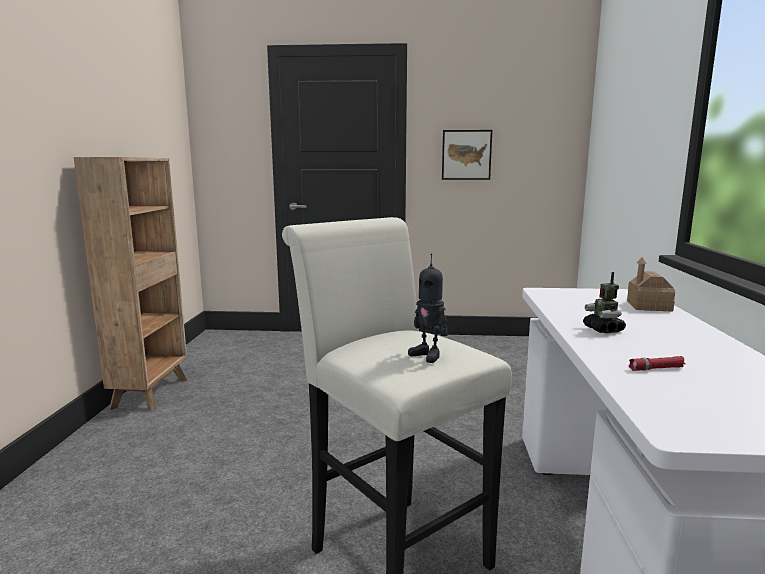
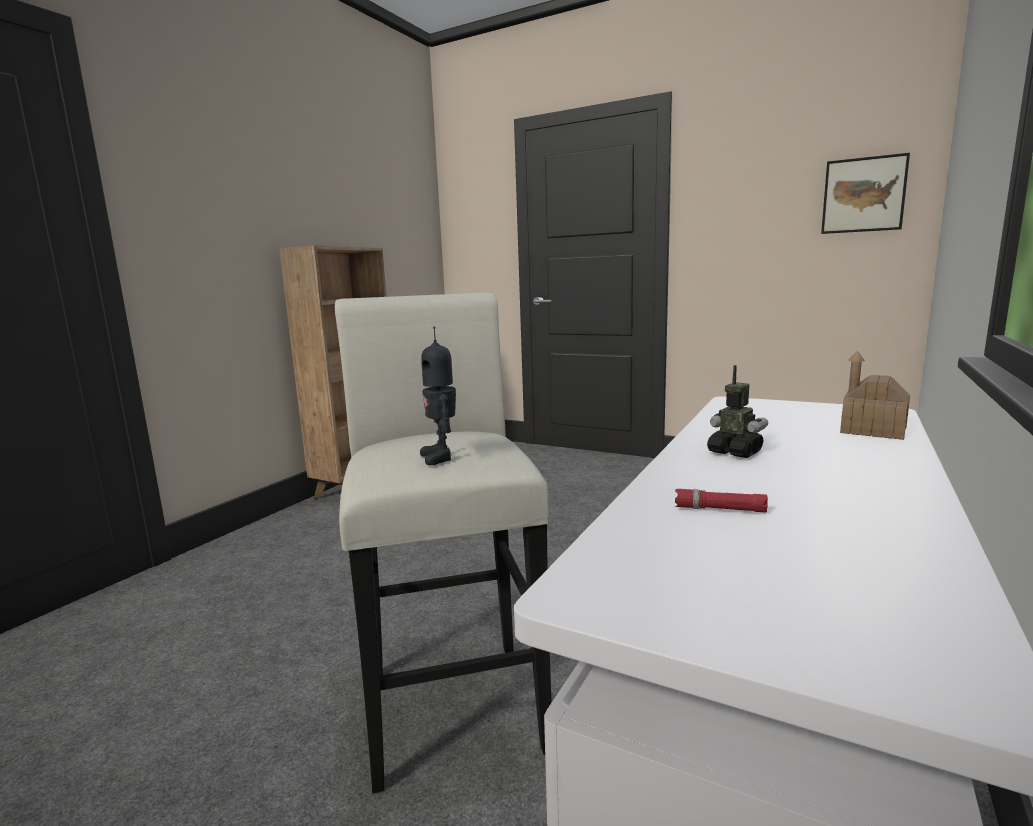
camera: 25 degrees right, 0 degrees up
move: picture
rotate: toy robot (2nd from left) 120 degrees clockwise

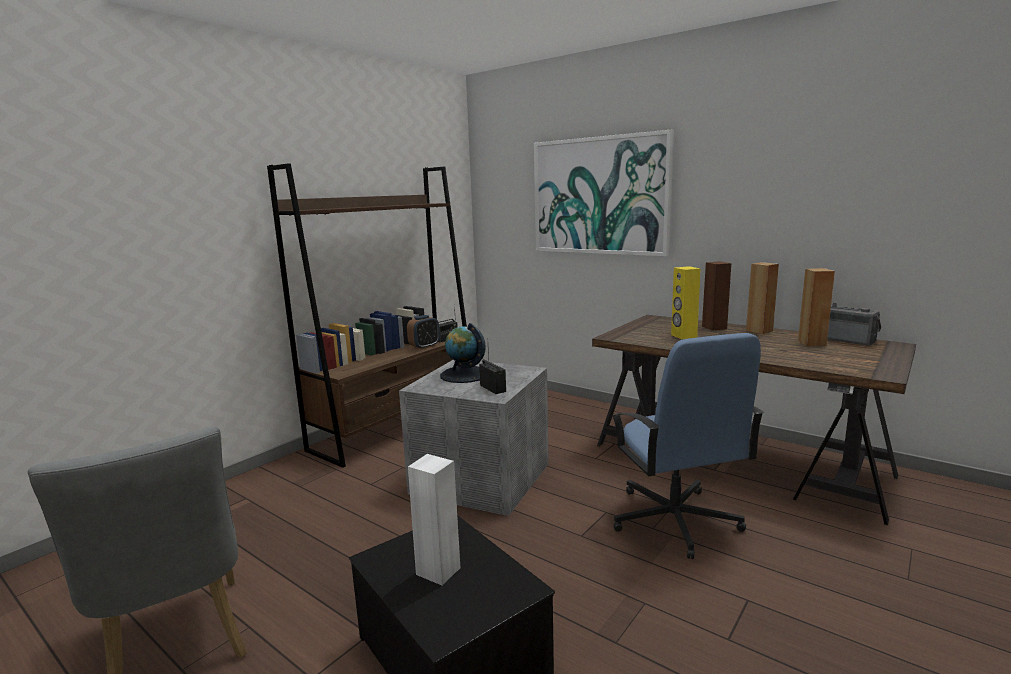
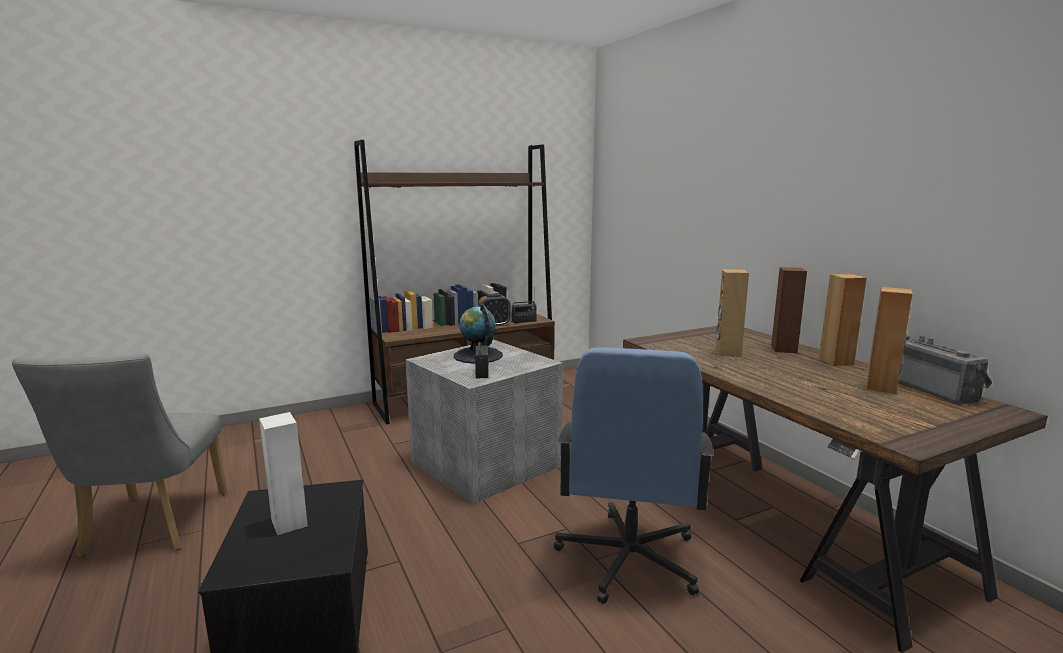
camera: 25 degrees right, 0 degrees up
delete: picture
recolor: yellow speaker to brown speaker (1st from left)

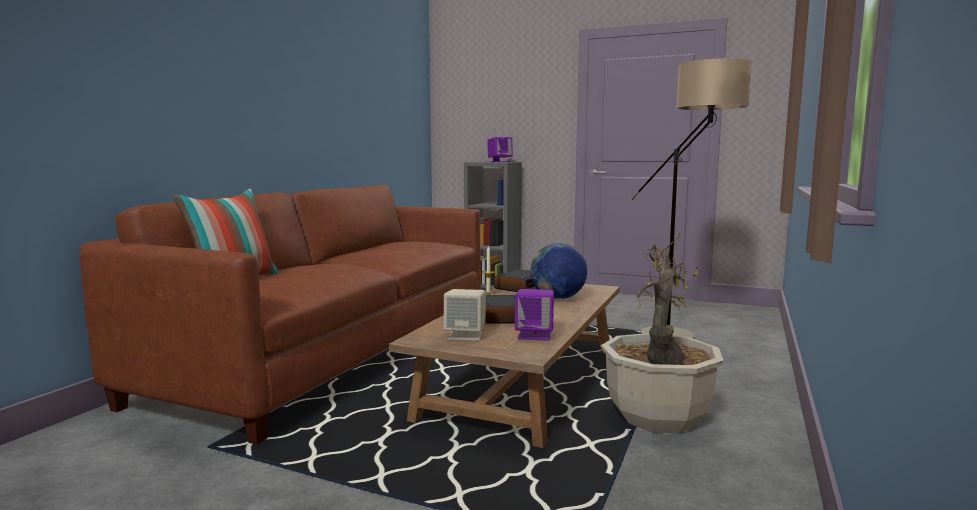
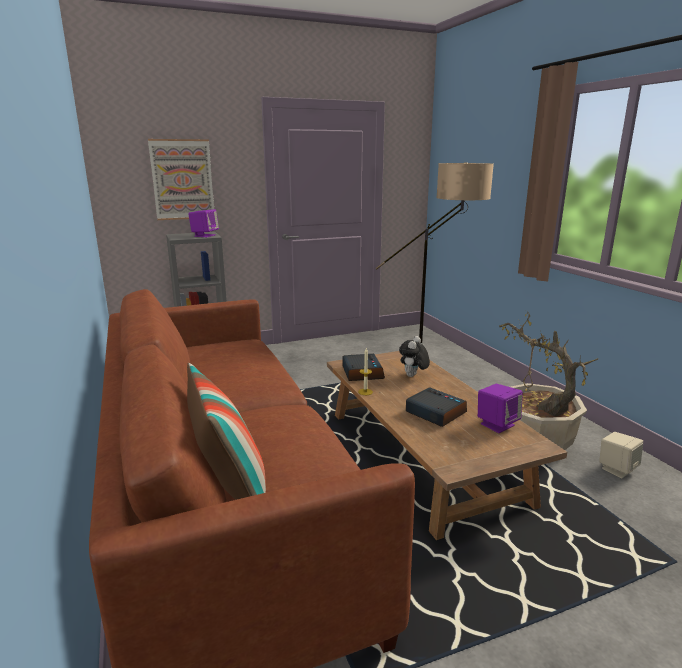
camera: 45 degrees left, 10 degrees up
insert: picture
move: beige speaker
replace: globe to plush toy

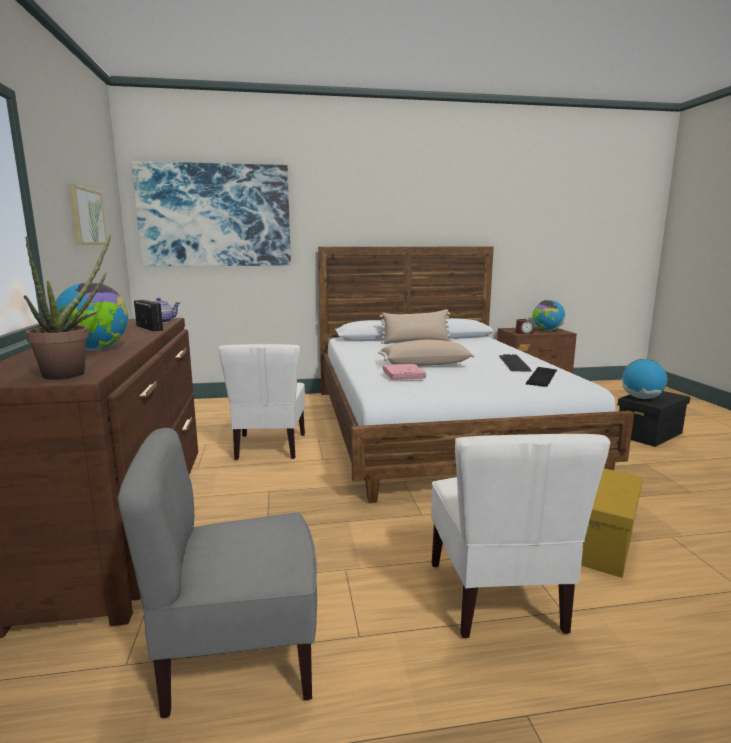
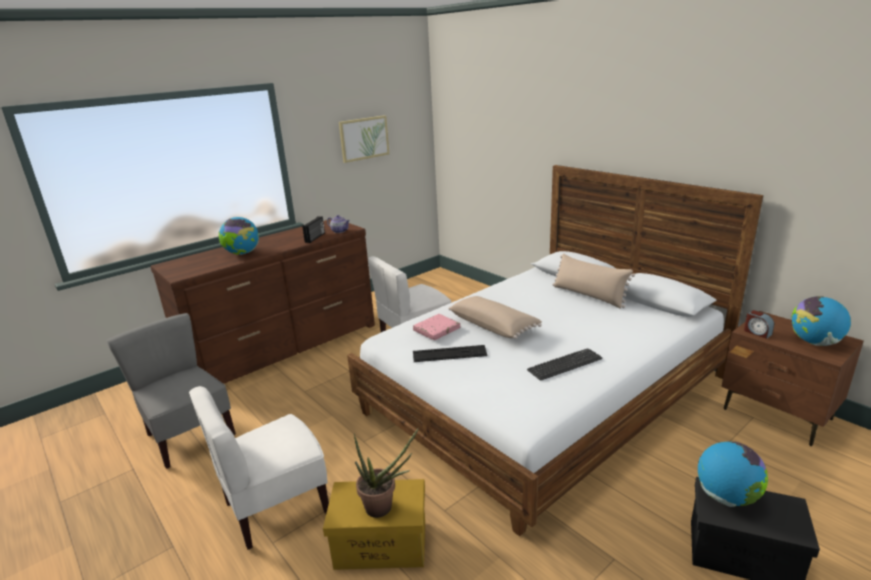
camera: 60 degrees right, 10 degrees up
delete: picture (2nd from left)
move: potted plant; keyboard (2nd from left in the first image) to keyboard (1st from left)

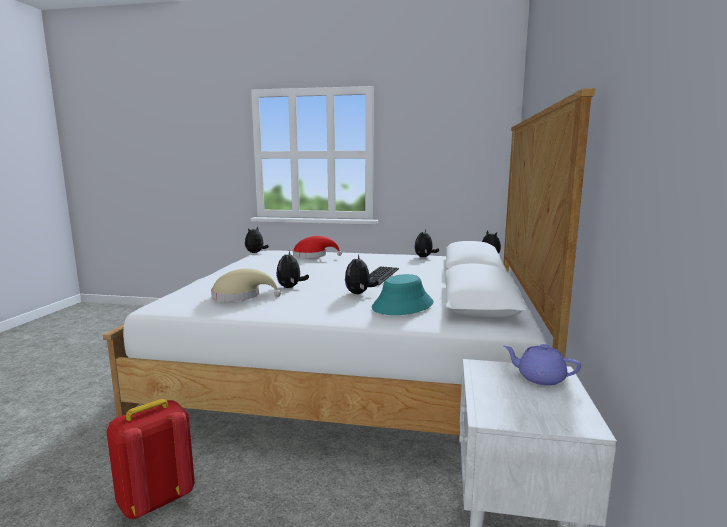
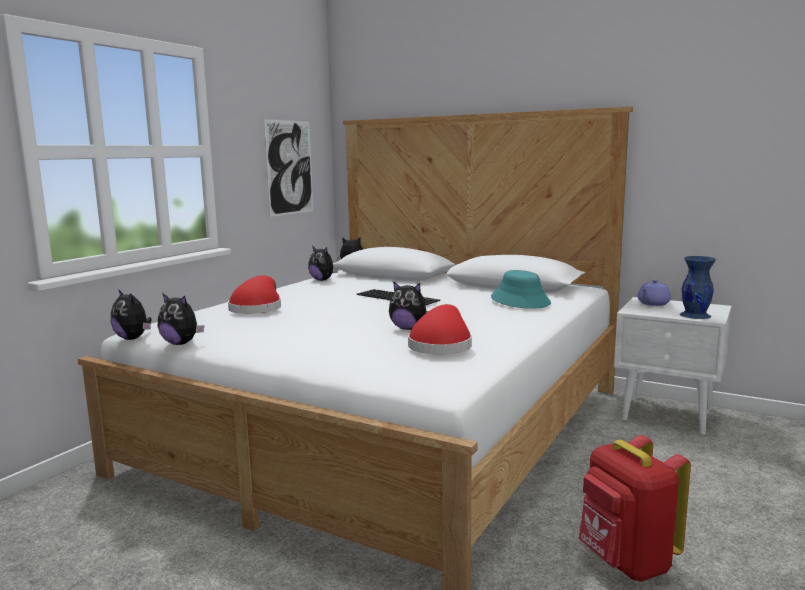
camera: 70 degrees left, 0 degrees up
insert: picture; blue vase
move: plush toy (3rd from left in the first image) to plush toy (2nd from left)
recolor: beige hat to red hat (2nd from left)

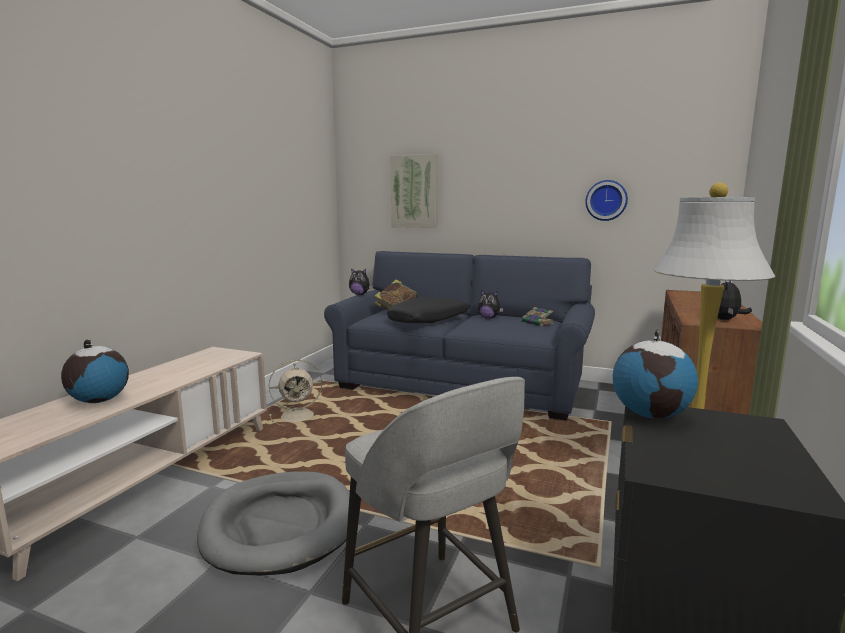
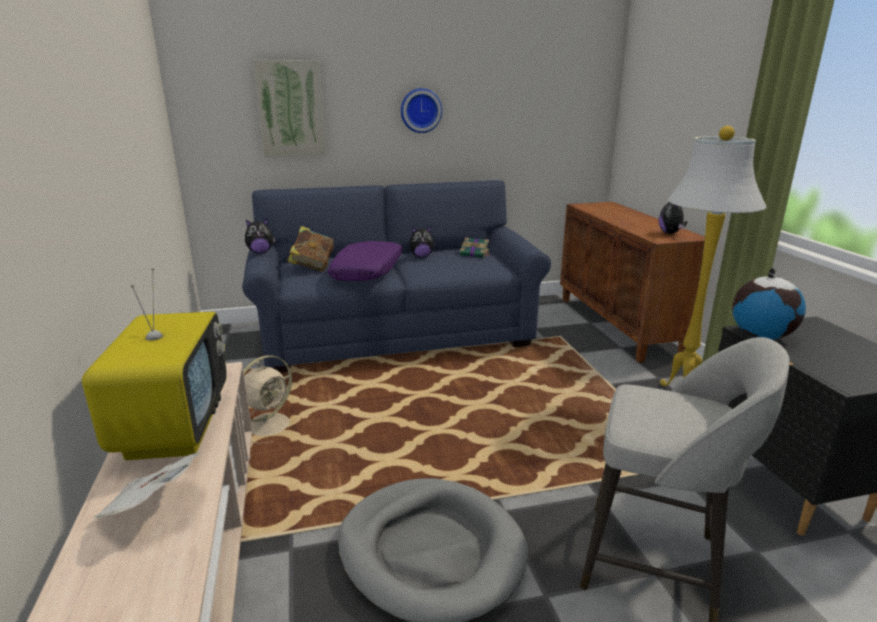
camera: 35 degrees left, 10 degrees up
insert: television
move: wall clock
replace: globe (1st from left) to newspaper
recolor: black pillow to purple pillow

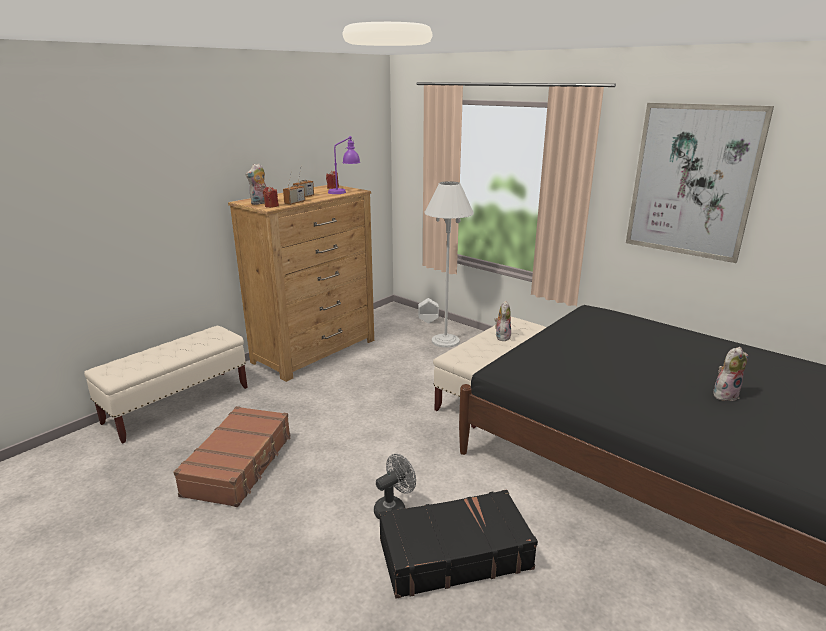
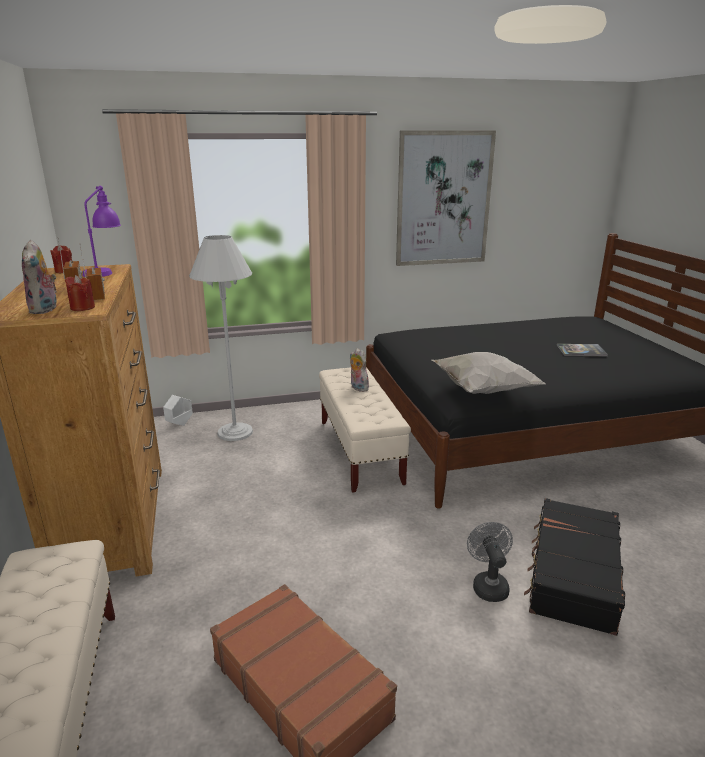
camera: 55 degrees left, 0 degrees up
insert: white pillow
replace: plush toy (3rd from left) to book

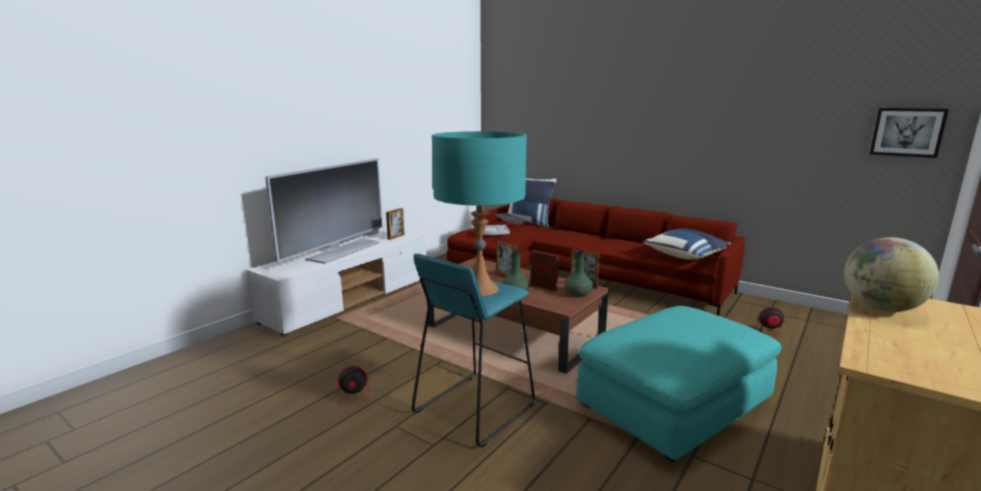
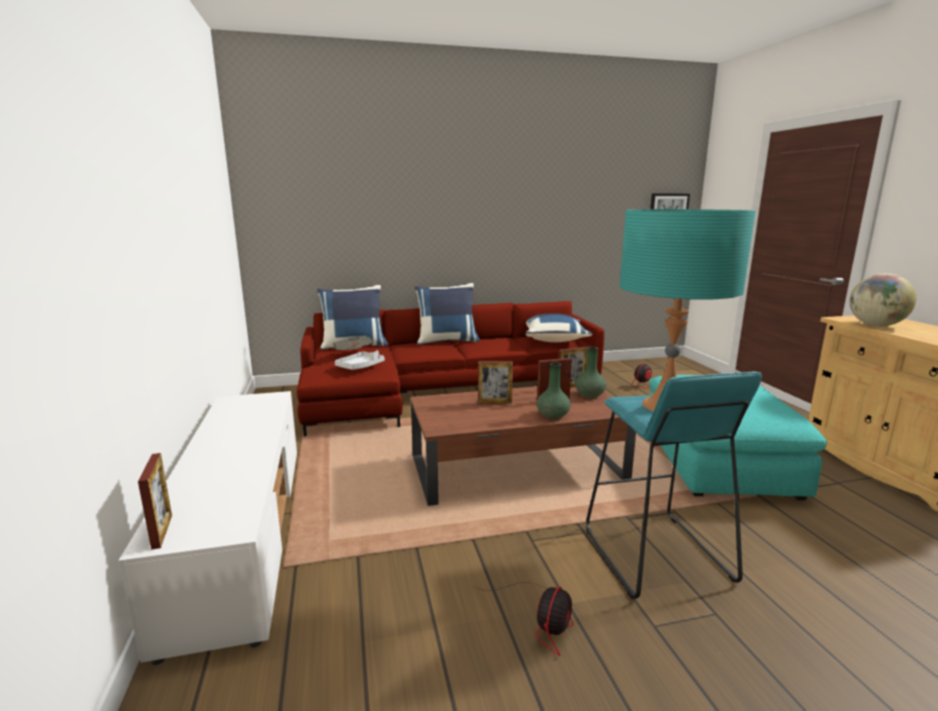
camera: 50 degrees left, 0 degrees up
delete: television
insert: blue pillow (2nd from left)
move: picture frame (1st from left)

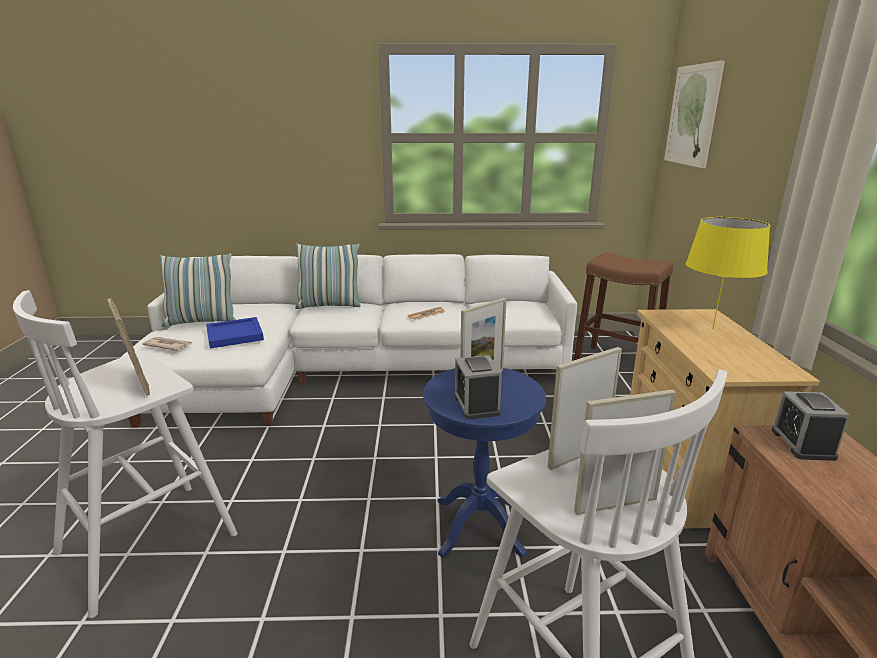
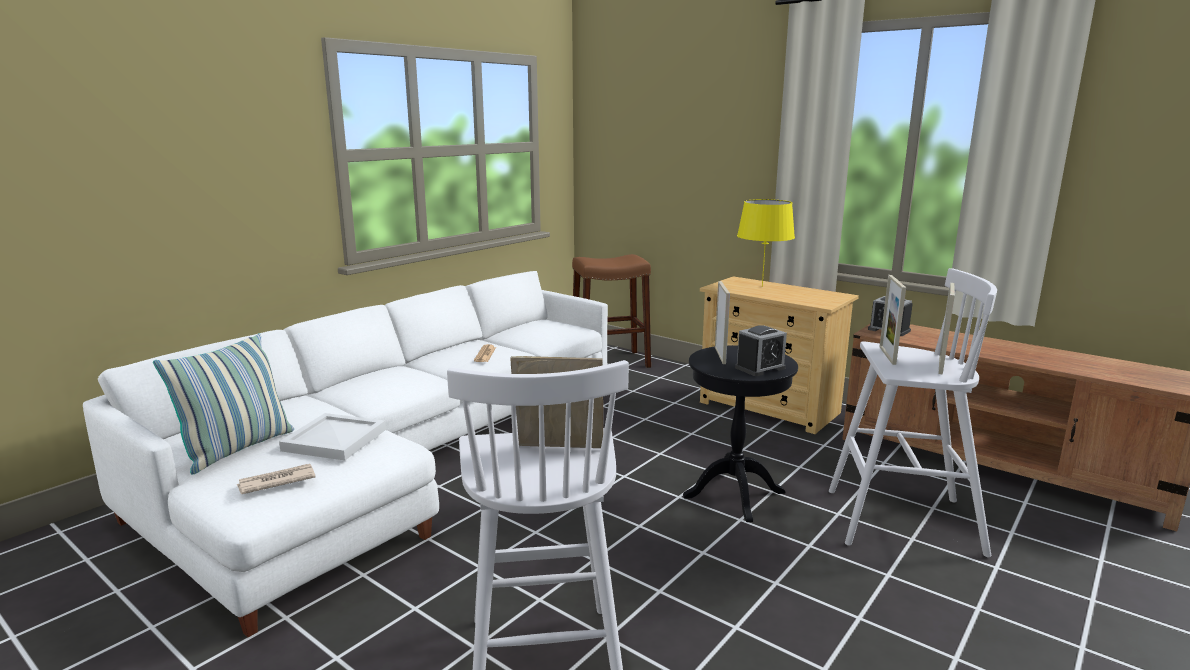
camera: 50 degrees left, 5 degrees down
delete: pillow (2nd from left); picture
recolor: blue tray to white tray; blue side table to black side table
rotate: alarm clock (1st from left) 60 degrees counterclockwise

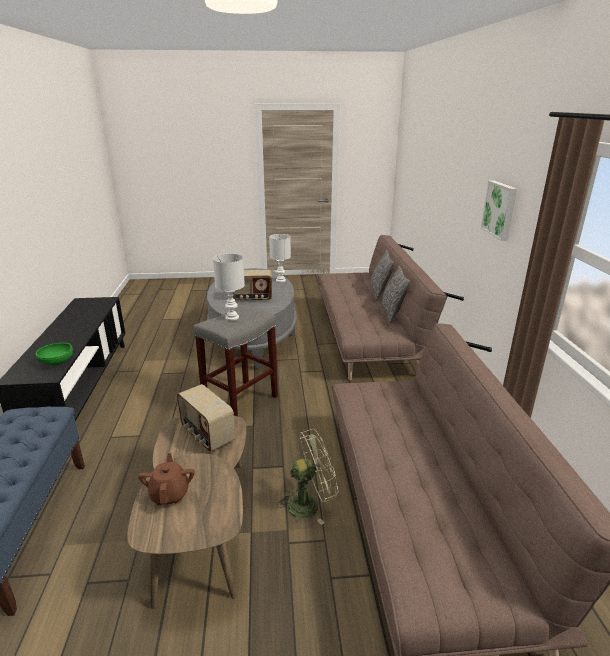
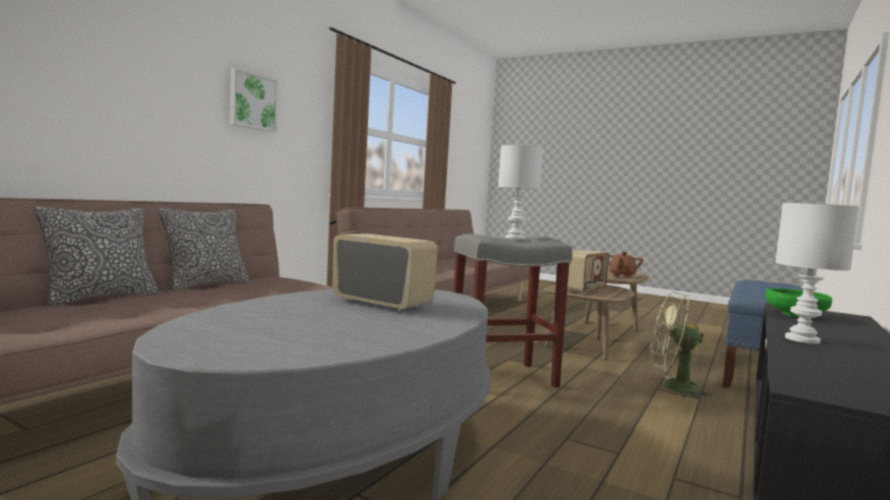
camera: 145 degrees left, 20 degrees down
move: white table lamp (2nd from left); green fan
rotate: radio (1st from left in the first image) 45 degrees clockwise

